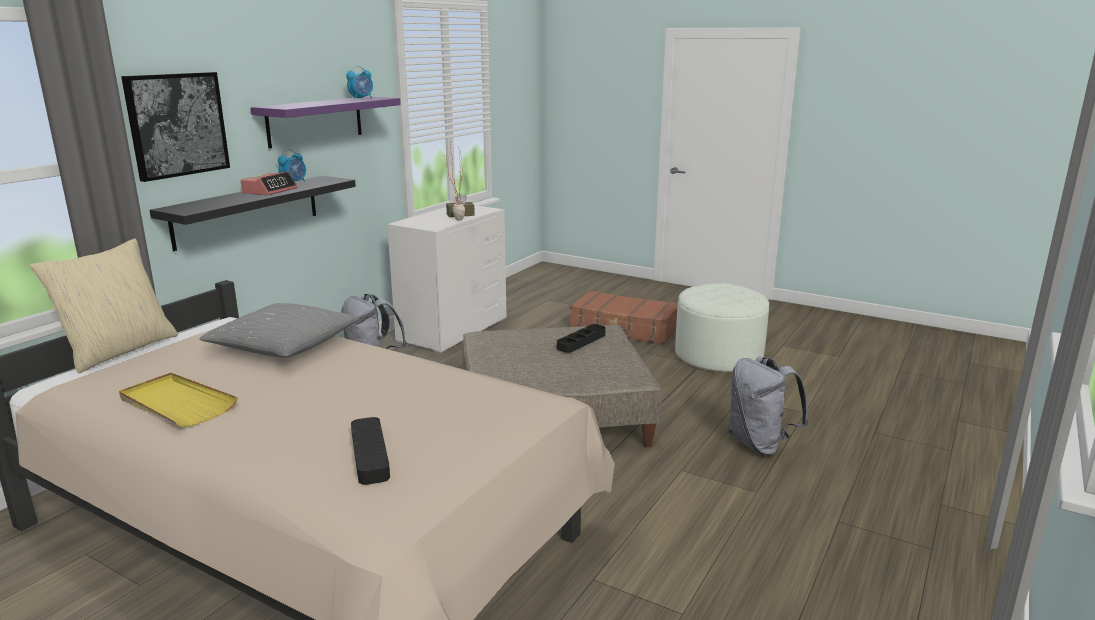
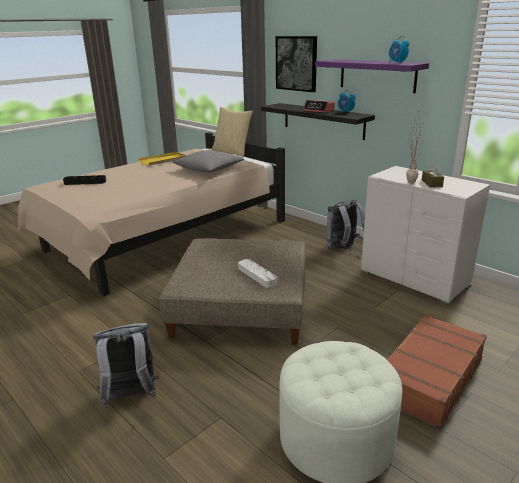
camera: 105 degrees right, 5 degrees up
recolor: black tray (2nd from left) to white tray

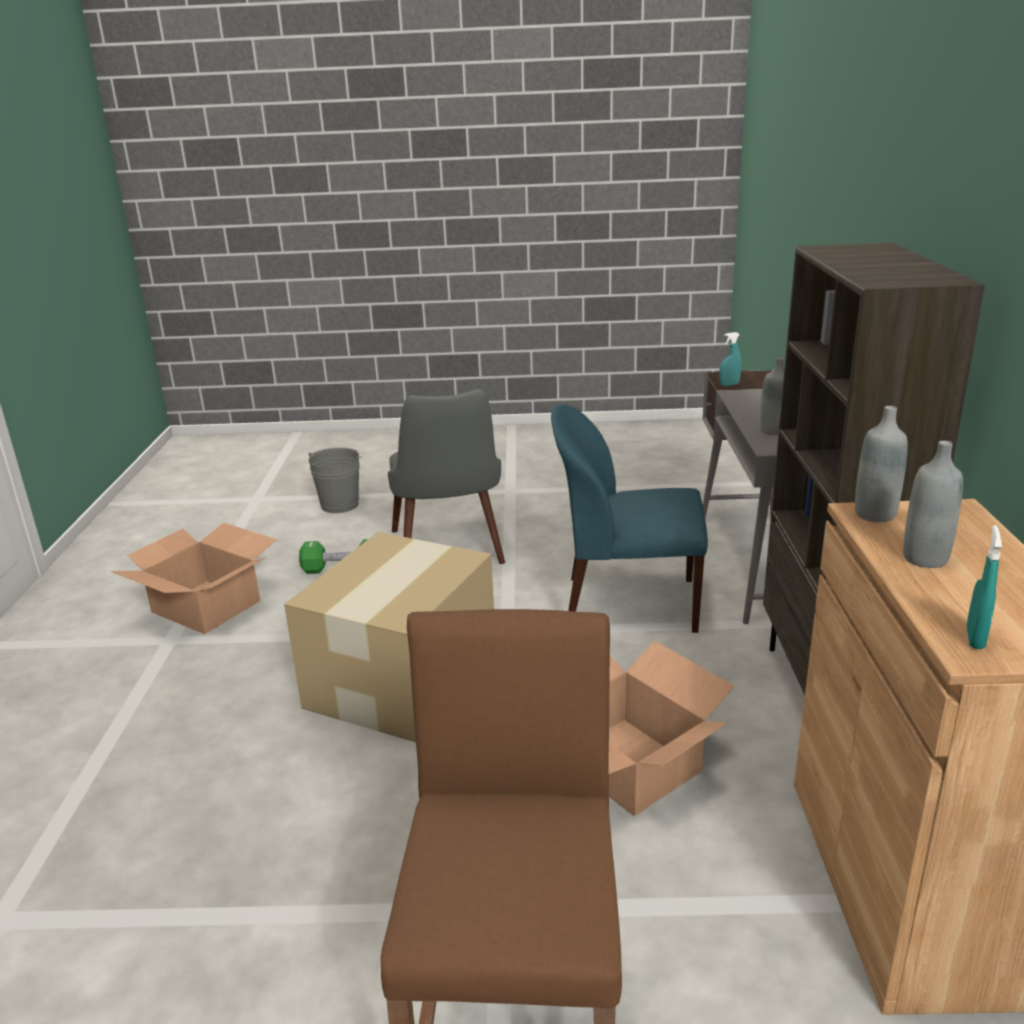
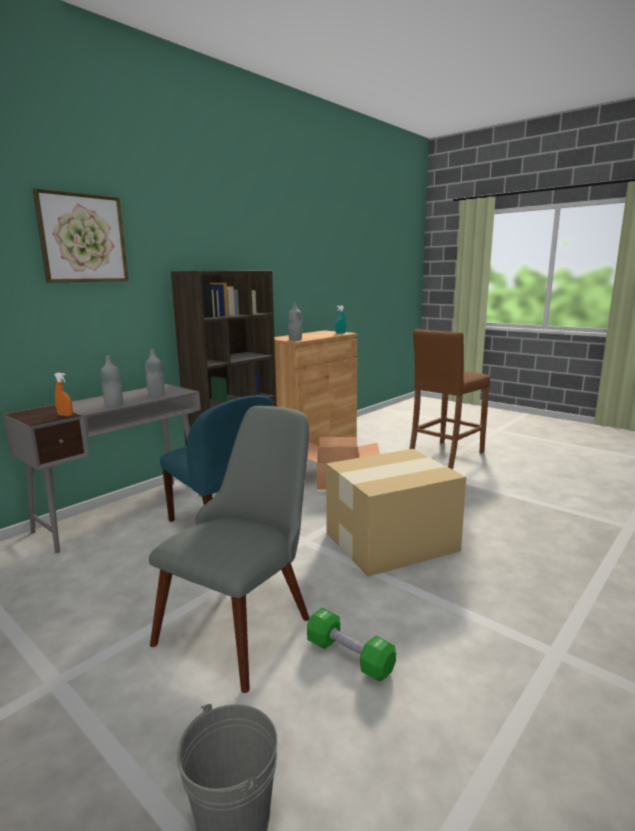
camera: 140 degrees left, 10 degrees down
delete: cardboard box (1st from left)
insert: picture
move: grey bottle (3rd from left in the first image) to grey bottle (1st from left)
recolor: turquoise spray bottle (1st from left) to orange spray bottle

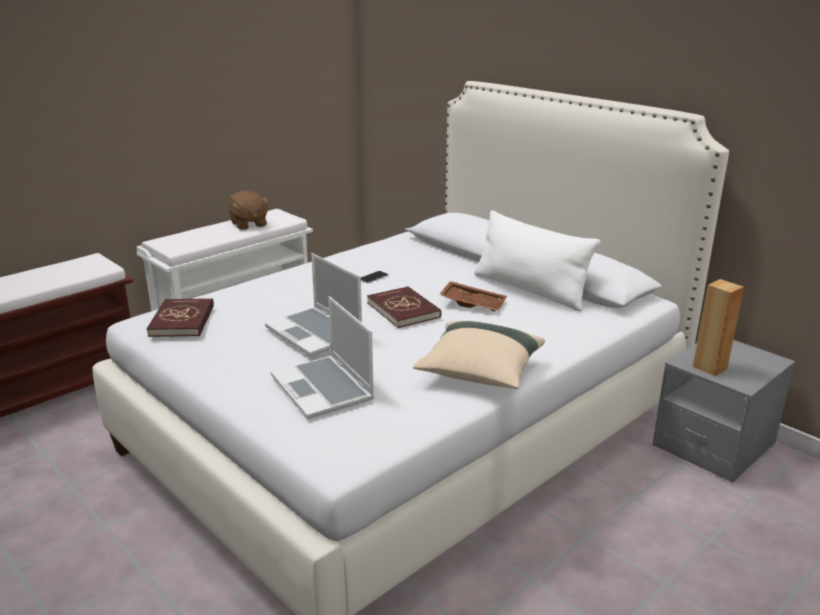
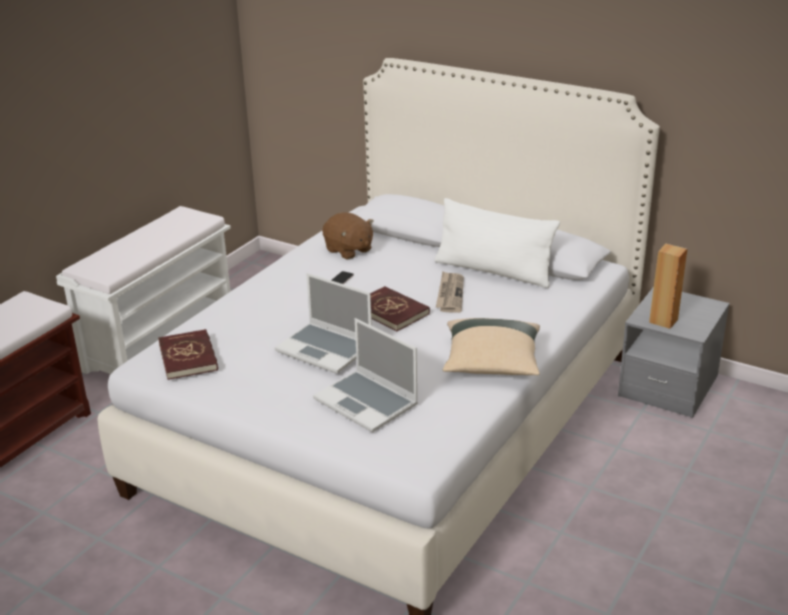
camera: 15 degrees left, 5 degrees up
move: brown plush toy
replace: brown tray to newspaper

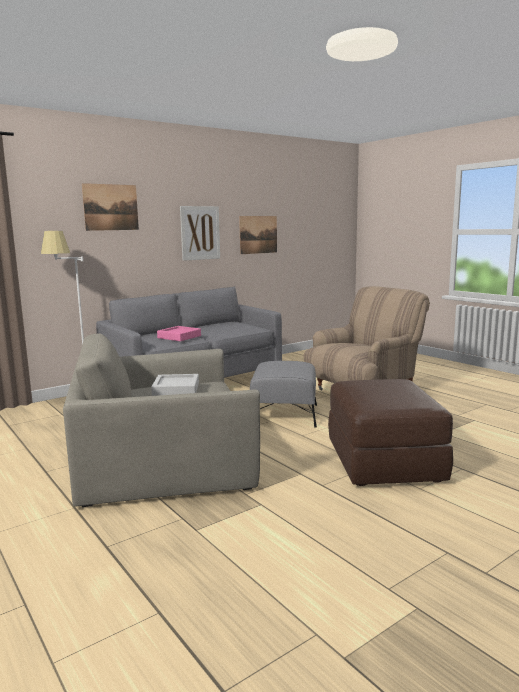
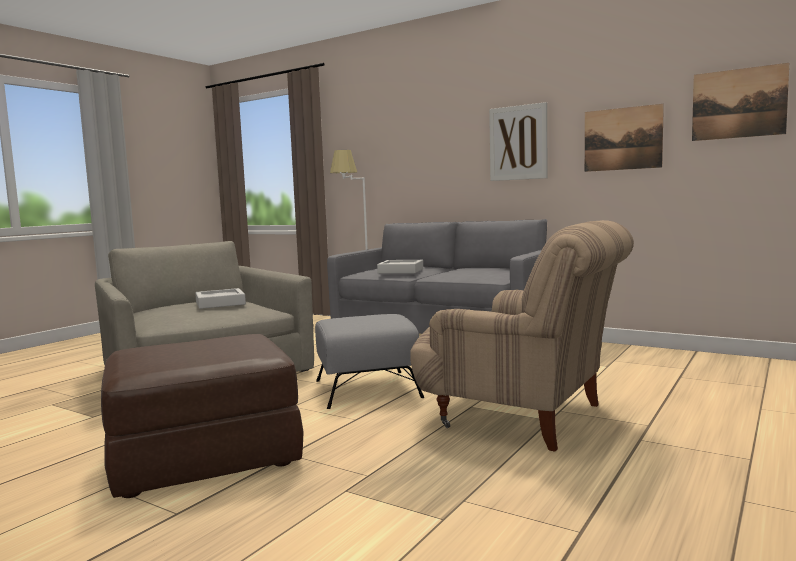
camera: 70 degrees right, 5 degrees down
move: picture (1st from left in the first image) to picture (3rd from left)
recolor: pink tray to grey tray (2nd from left)

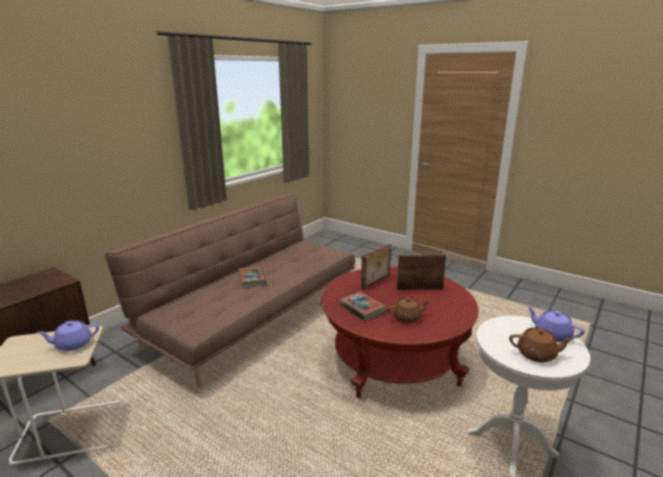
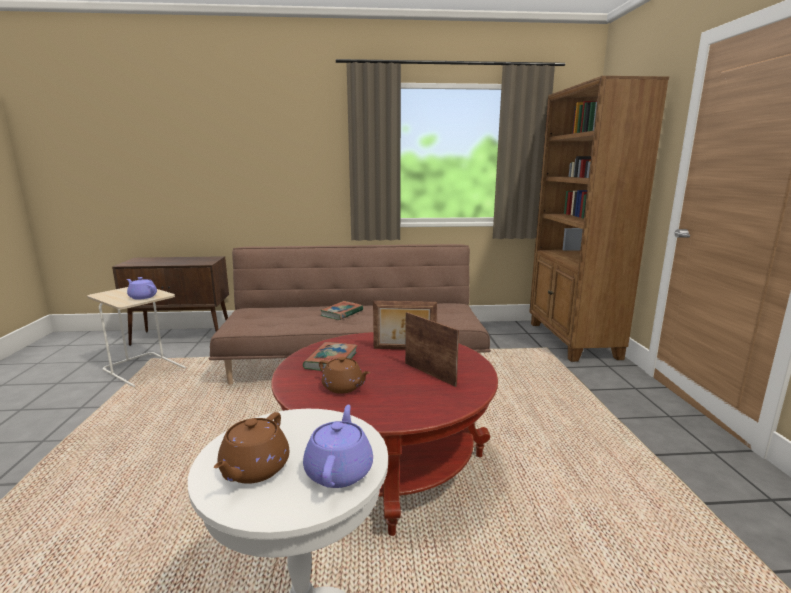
camera: 50 degrees right, 5 degrees down
insert: brown bookcase
rotate: brown teapot (2nd from left in the first image) 45 degrees clockwise

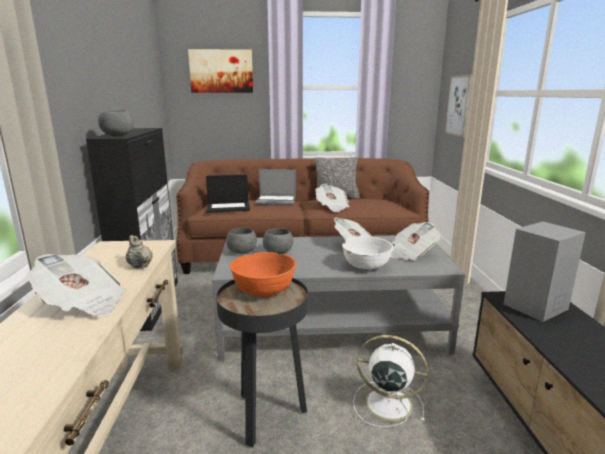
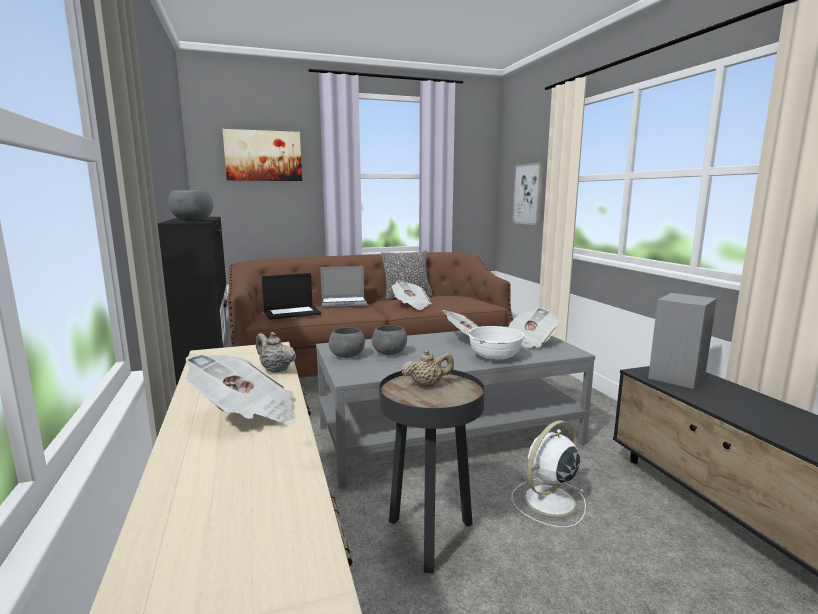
camera: 15 degrees left, 5 degrees down
replace: orange bowl to beige teapot (2nd from left)
rotate: white fan 45 degrees counterclockwise

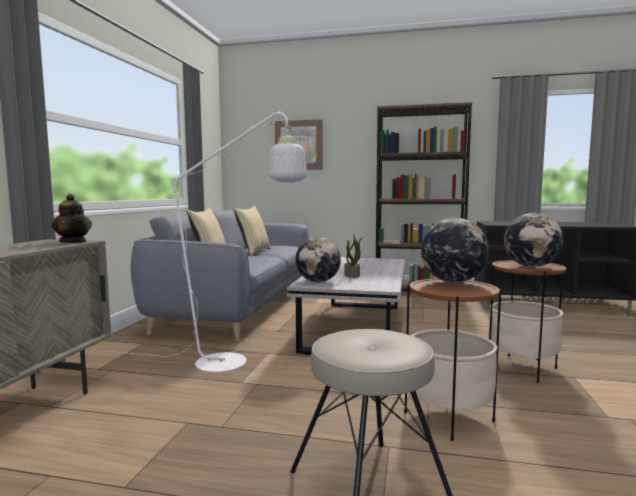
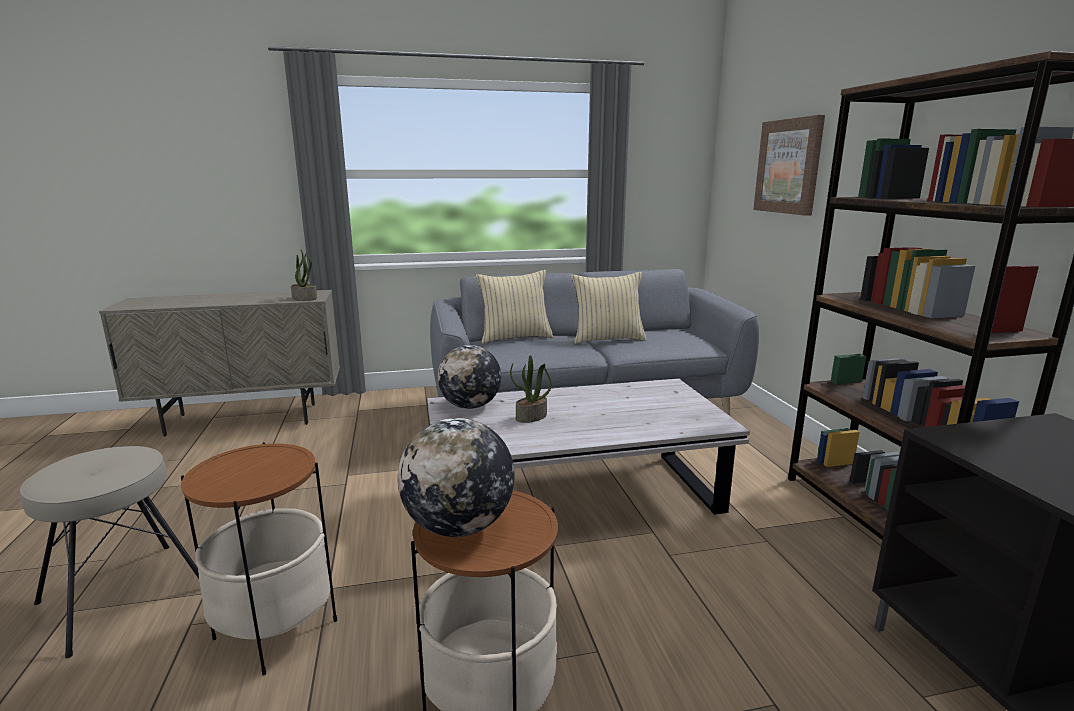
camera: 65 degrees right, 10 degrees up
delete: white floor lamp; globe (2nd from left)
replace: teapot to potted plant (1st from left)

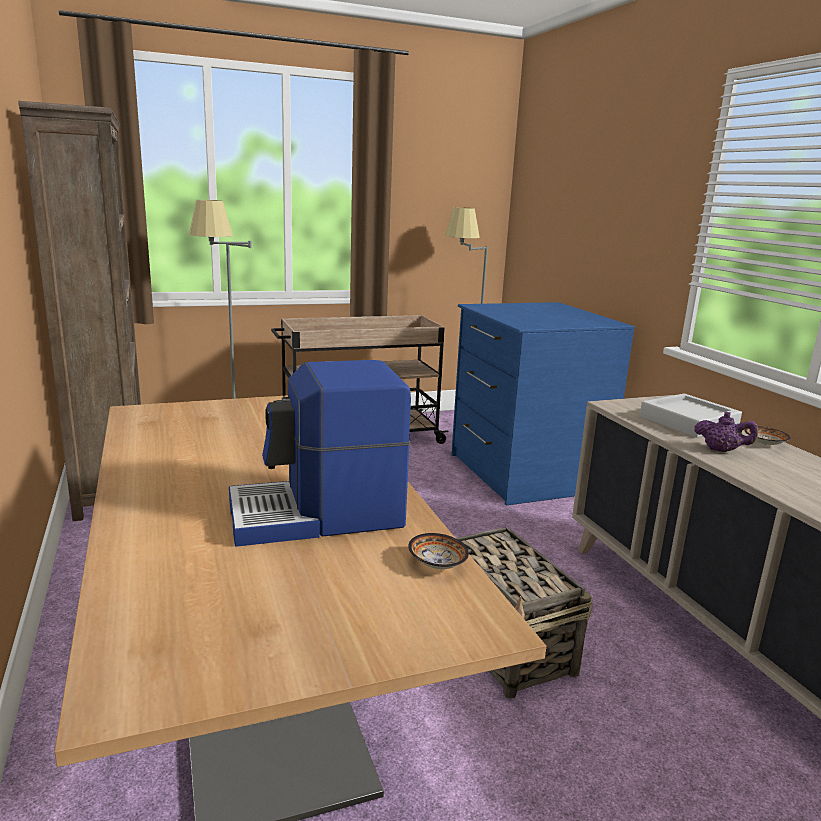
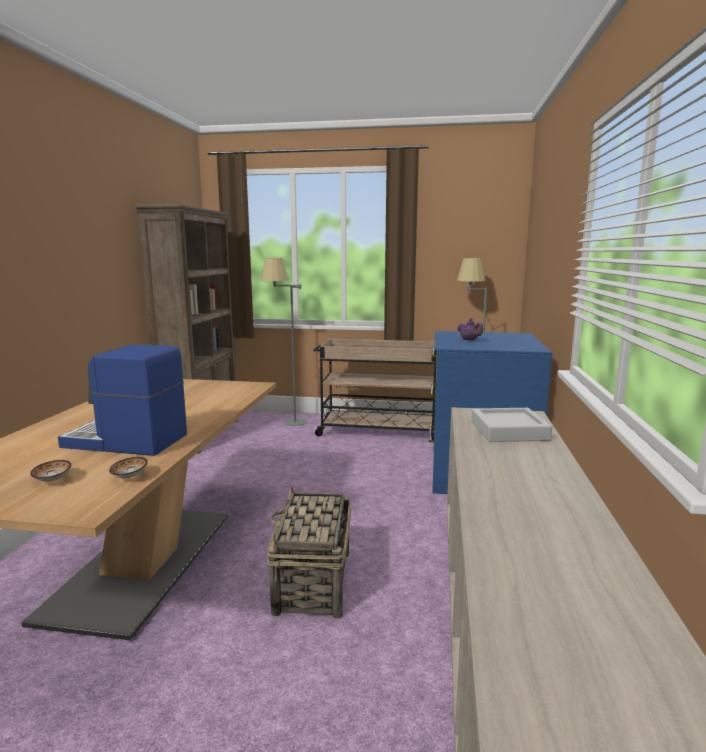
camera: 30 degrees right, 5 degrees down
move: purple teapot; bowl (2nd from left in the first image) to bowl (1st from left)

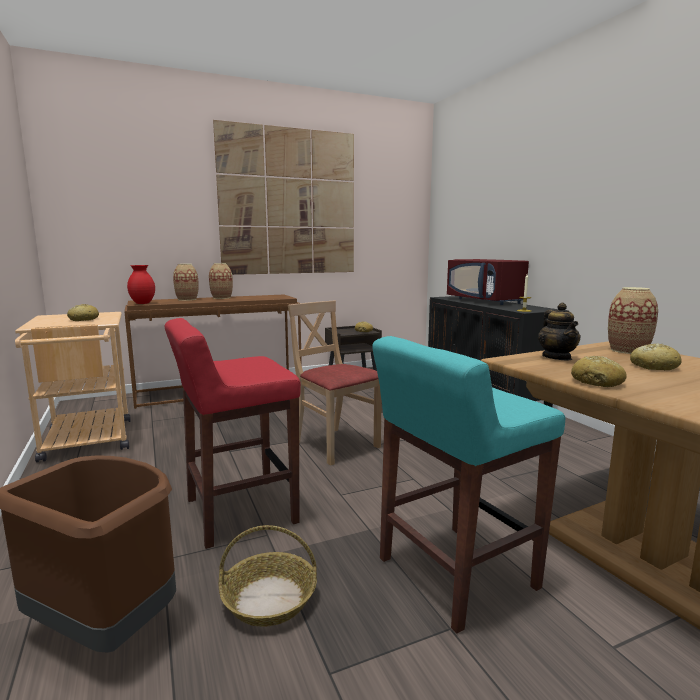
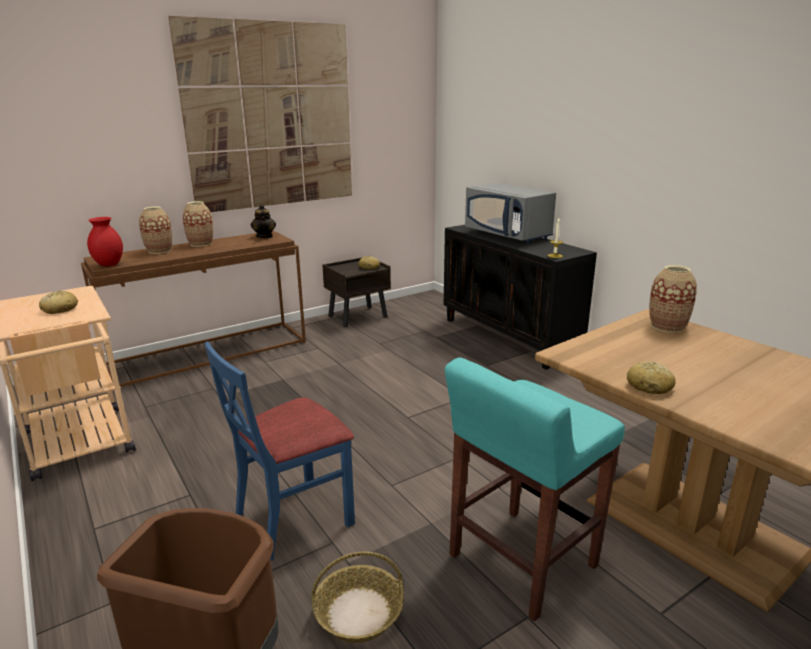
camera: 10 degrees left, 10 degrees up
delete: beige chair; bread (4th from left)
move: teapot
replace: red stool to blue chair
recolor: red microwave to grey microwave

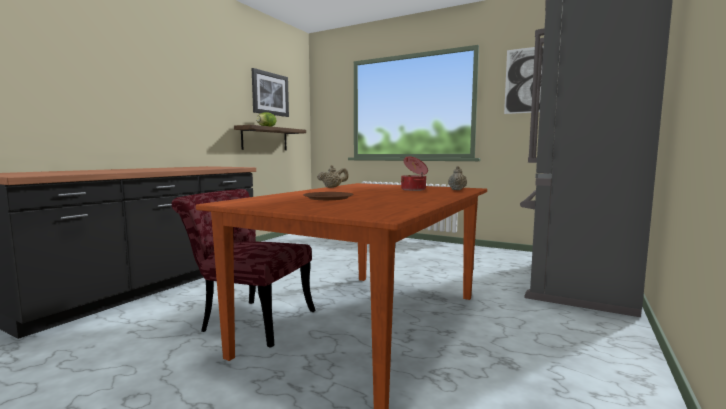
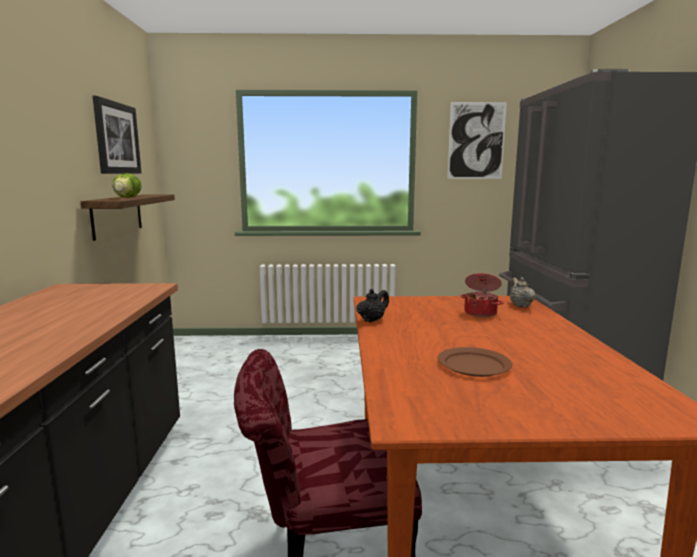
camera: 30 degrees left, 5 degrees up
recolor: beige teapot (1st from left) to black teapot

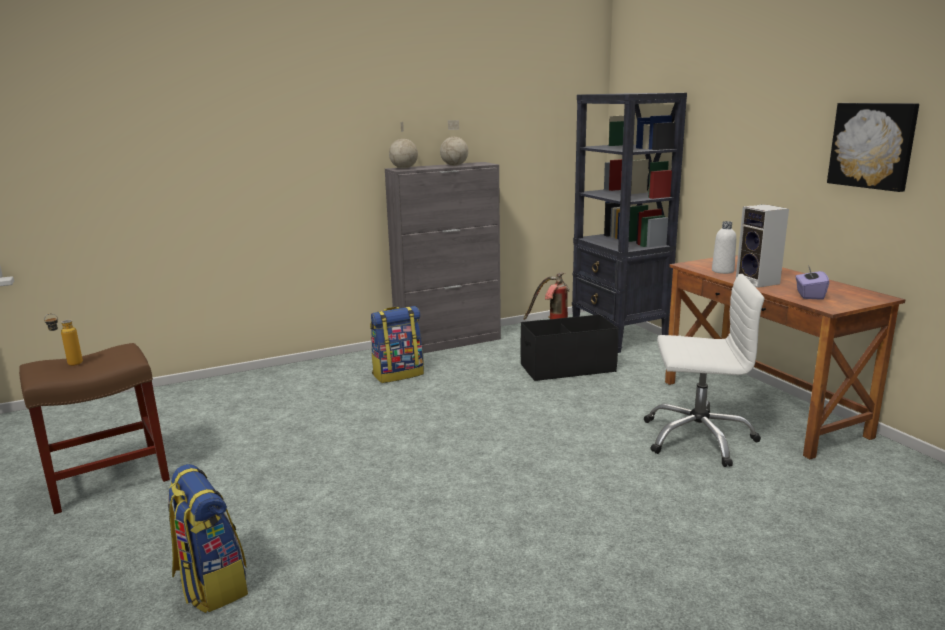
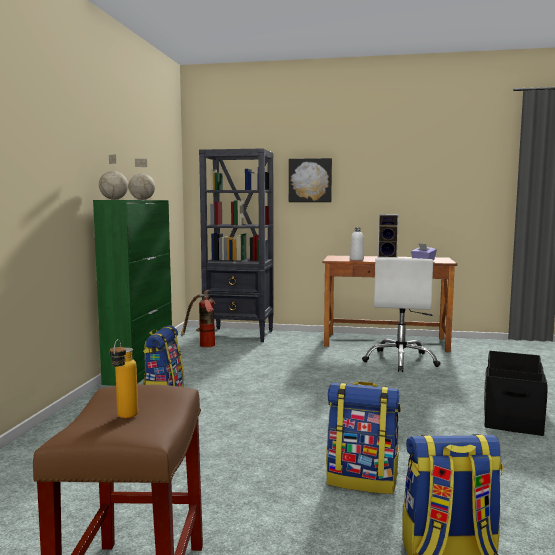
camera: 55 degrees left, 10 degrees down
insert: backpack (2nd from left)
move: black storage box; picture
recolor: grey cabinet to green cabinet
rotate: white office chair 150 degrees clockwise

